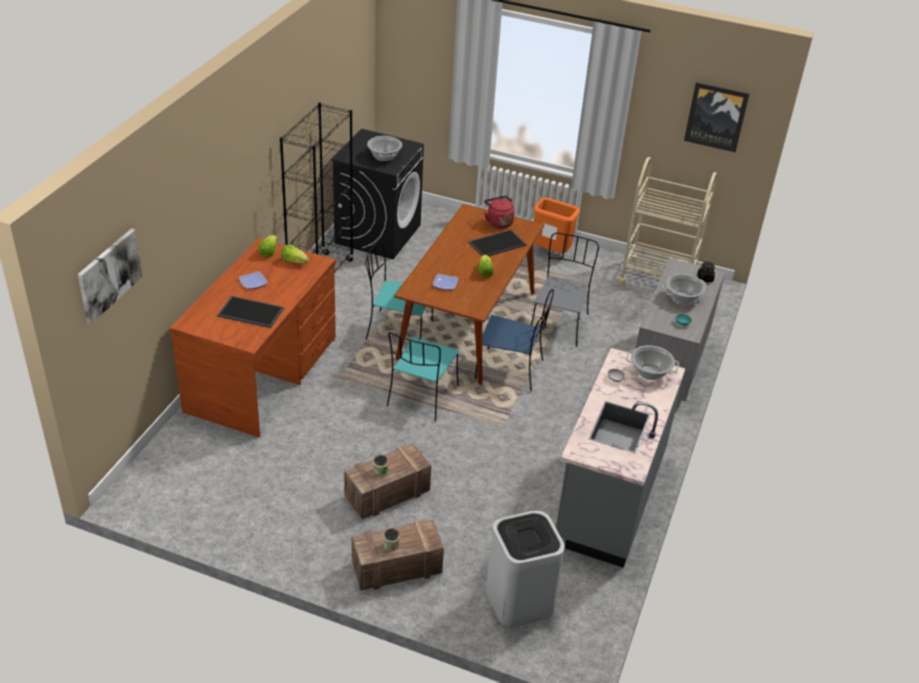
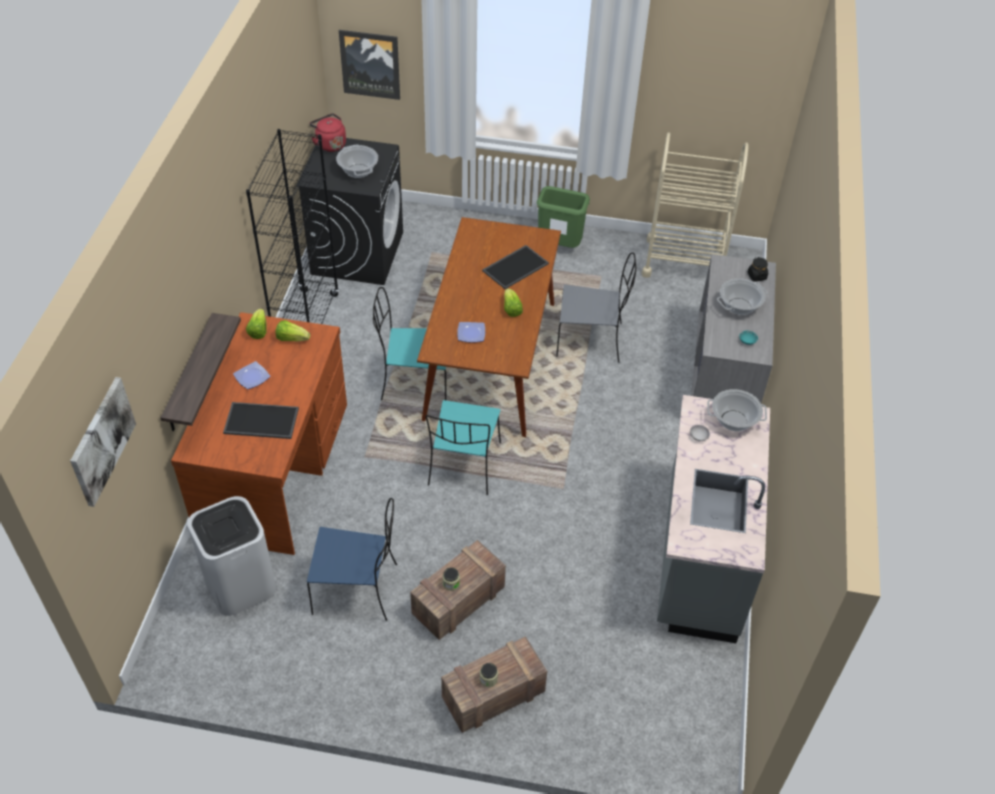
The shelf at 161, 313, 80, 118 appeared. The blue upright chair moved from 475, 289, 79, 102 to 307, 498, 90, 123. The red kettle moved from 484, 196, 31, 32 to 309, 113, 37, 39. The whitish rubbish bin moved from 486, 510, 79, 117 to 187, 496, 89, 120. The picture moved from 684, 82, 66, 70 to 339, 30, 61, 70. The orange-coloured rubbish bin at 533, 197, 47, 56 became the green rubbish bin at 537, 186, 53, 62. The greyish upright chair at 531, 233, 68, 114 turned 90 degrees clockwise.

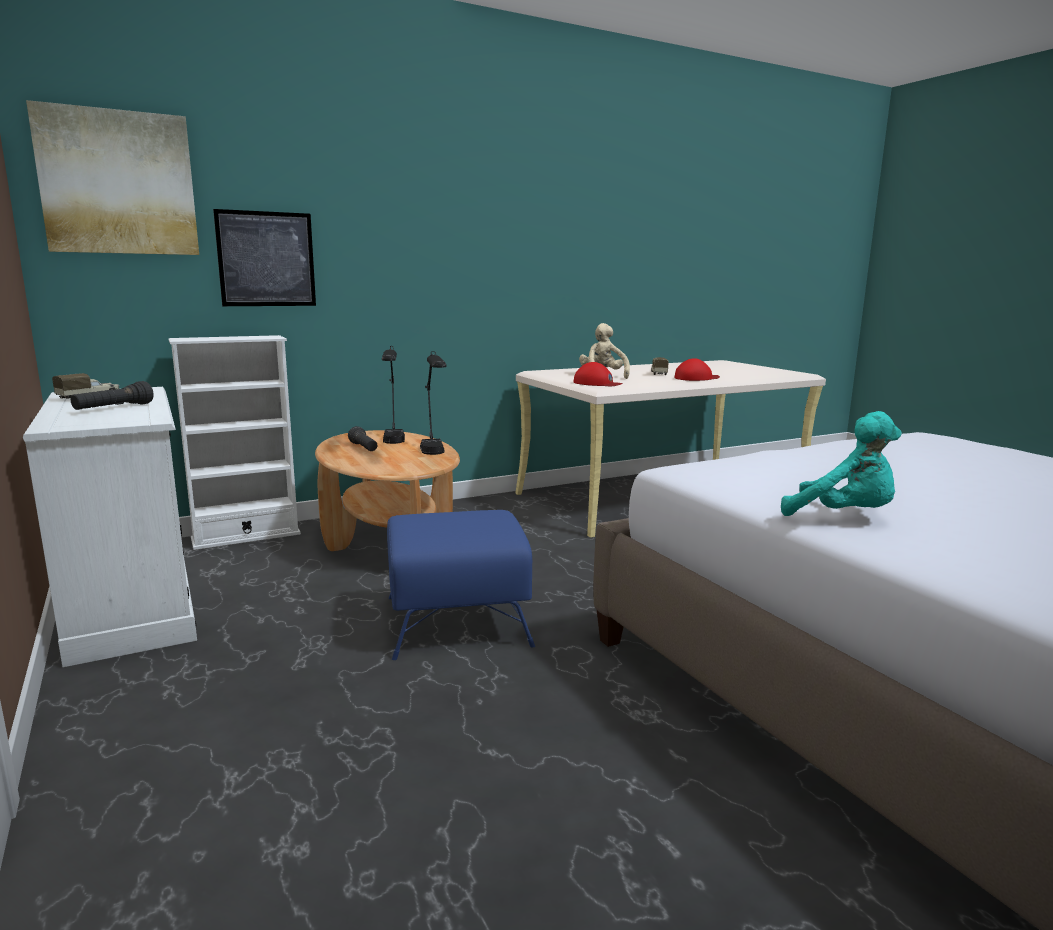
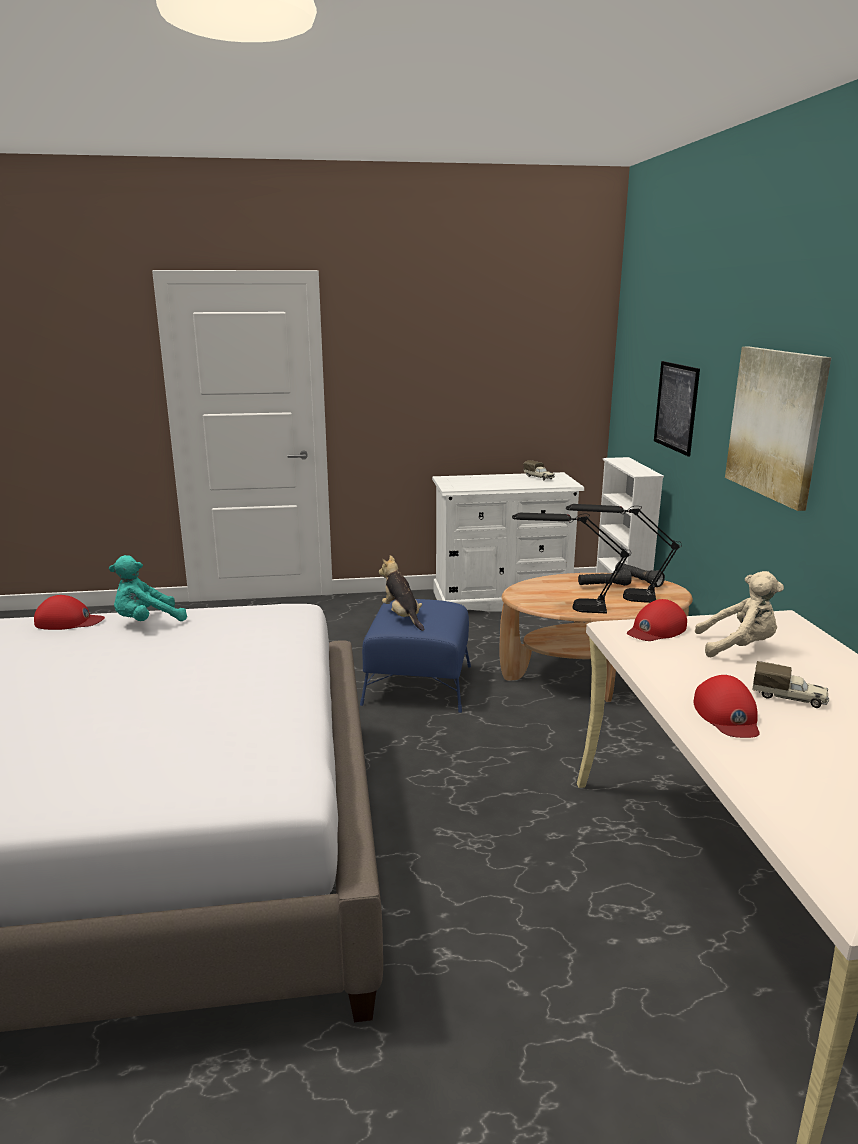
The red peaked cap at 34, 595, 71, 35 appeared. The plush toy at 379, 555, 45, 76 appeared. The picture moved from 26, 100, 173, 155 to 725, 347, 106, 164. The black-coloured torch moved from 71, 381, 83, 29 to 615, 562, 50, 25.

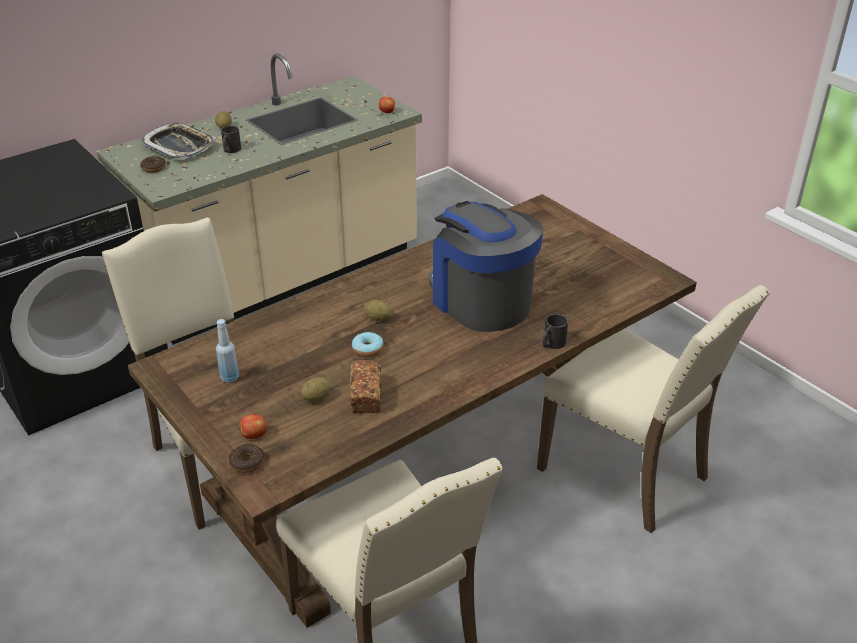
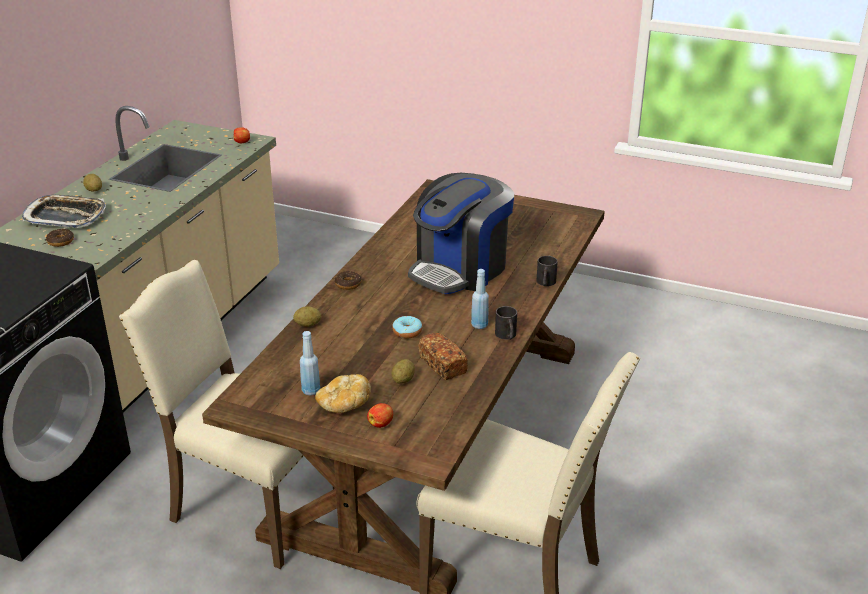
The beige-coloured upright chair at 537, 285, 233, 248 disappeared. The baked bread at 315, 374, 56, 39 appeared. The blue bottle at 471, 269, 18, 60 appeared. The black-coloured mug moved from 221, 126, 20, 27 to 495, 306, 22, 34. The donut moved from 228, 444, 37, 29 to 335, 271, 27, 19. The whole potato moved from 364, 300, 27, 21 to 293, 307, 28, 20. The coffee machine at 429, 201, 114, 131 turned 75 degrees counterclockwise.

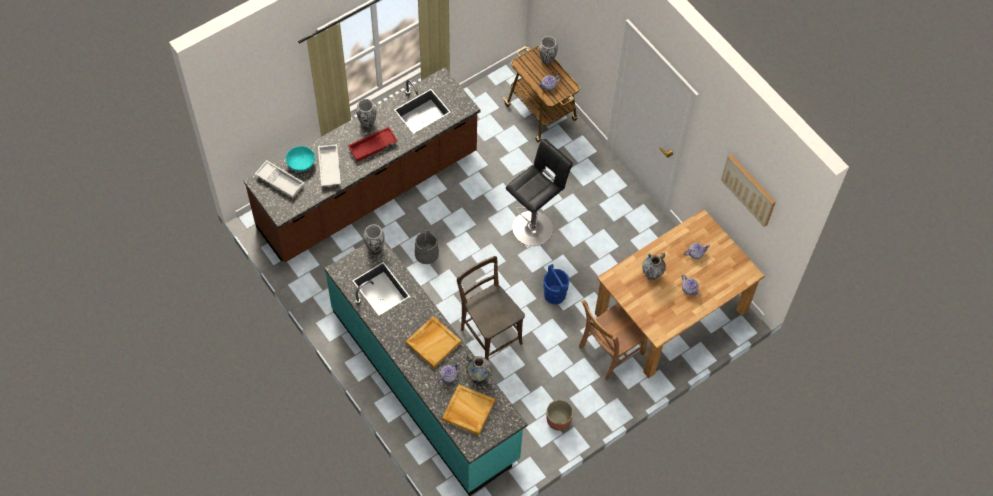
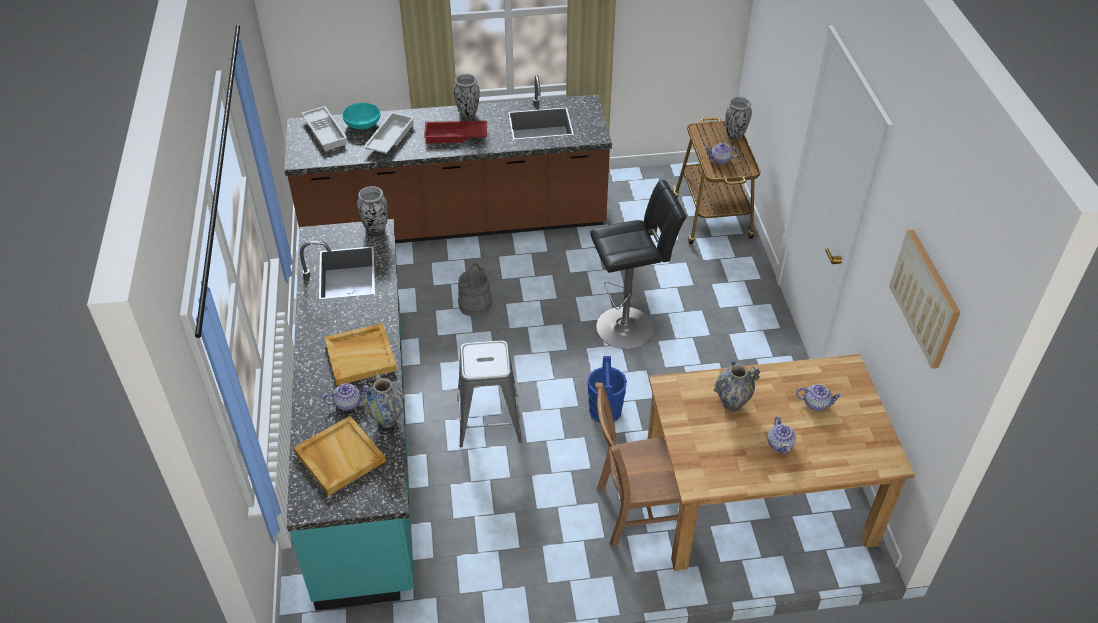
The plant pot at 546, 400, 27, 31 disappeared. The brown upright chair at 457, 256, 68, 104 was replaced by the greyish sitting stool at 457, 341, 65, 106.

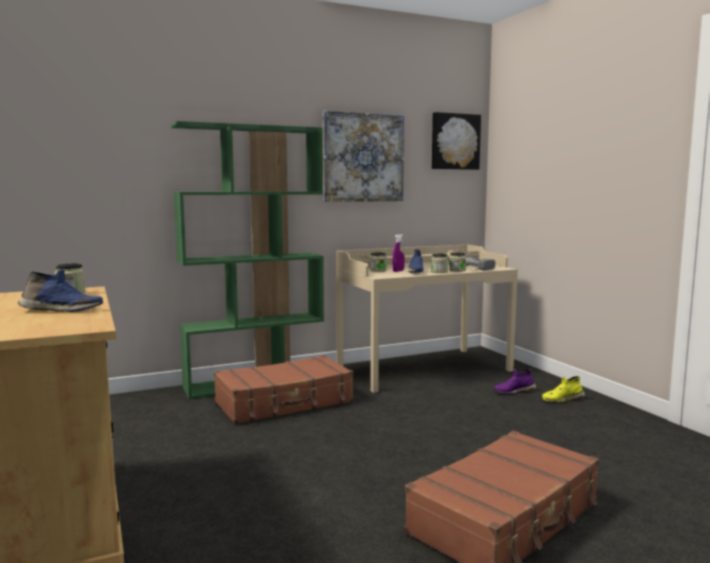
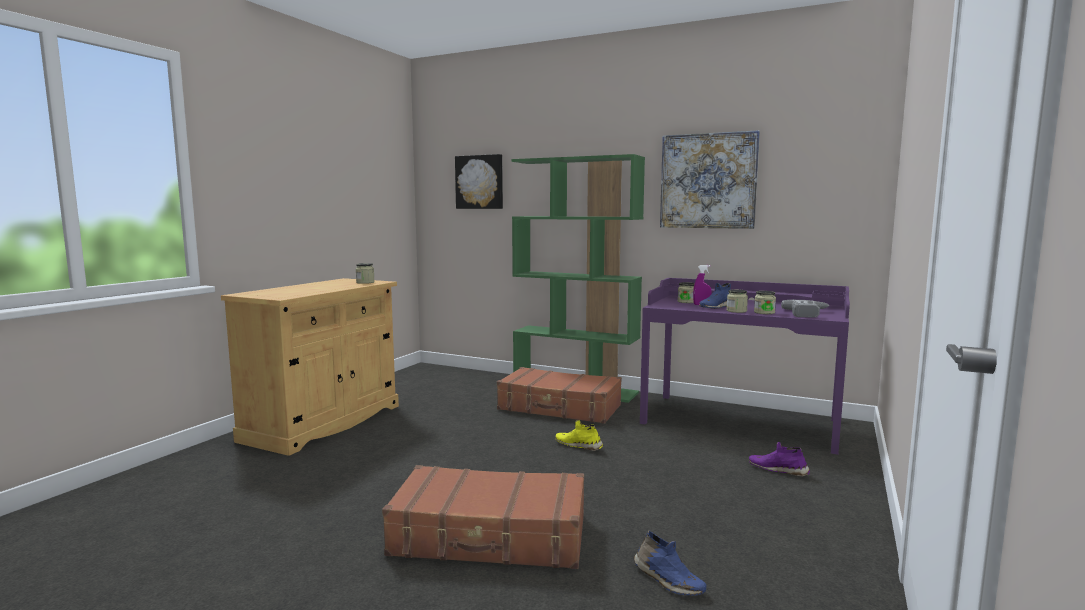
The blue low shoe moved from 18, 269, 85, 43 to 634, 531, 72, 65. The picture moved from 432, 112, 49, 58 to 455, 154, 48, 55. The yellow low shoe moved from 542, 376, 44, 26 to 556, 420, 47, 31. The beige-coloured desk at 336, 245, 182, 148 became the purple desk at 640, 278, 210, 177.

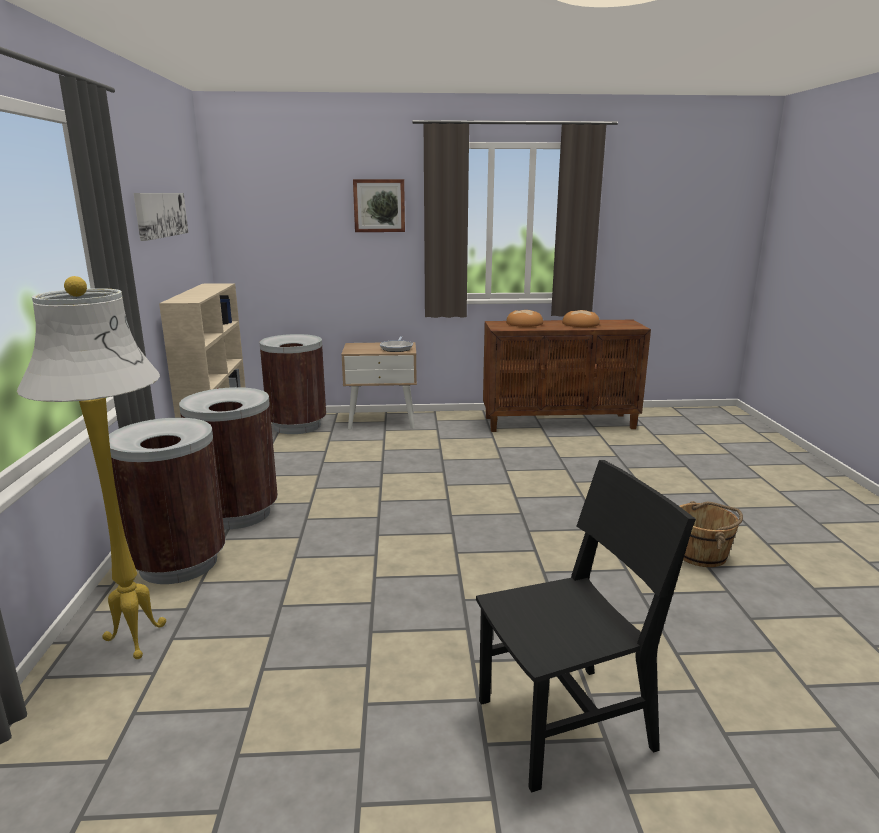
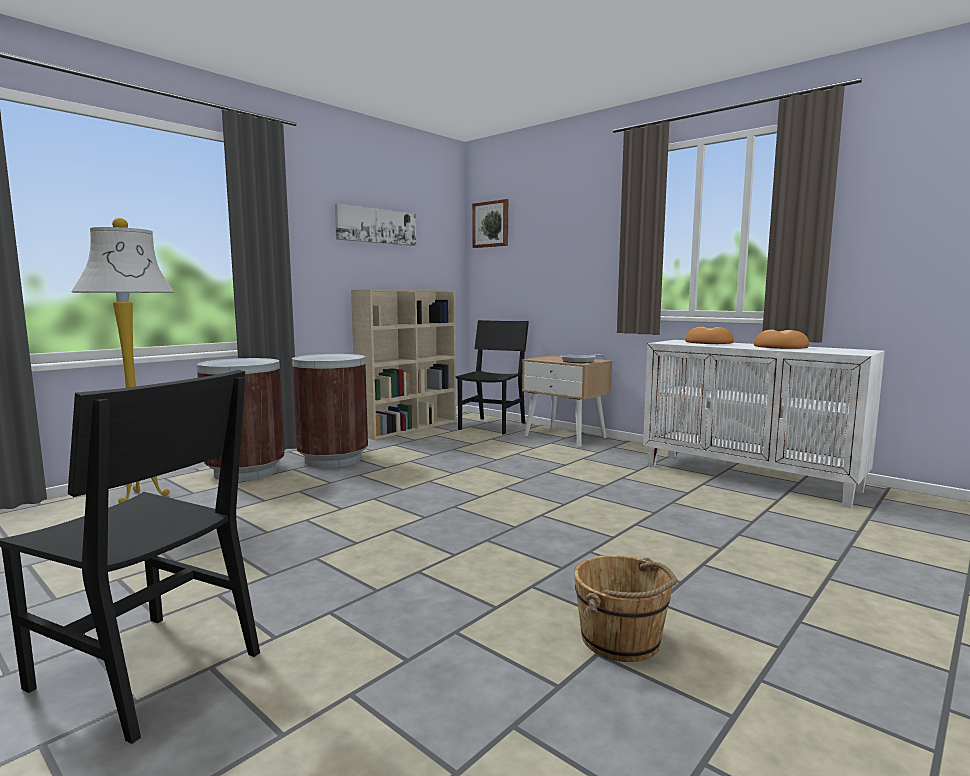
The picture moved from 353, 179, 52, 53 to 472, 199, 36, 49. The brown rubbish bin at 259, 334, 67, 100 was replaced by the black-coloured upright chair at 456, 320, 73, 115. The brown cabinet at 483, 320, 168, 112 became the whitish cabinet at 643, 340, 242, 168.

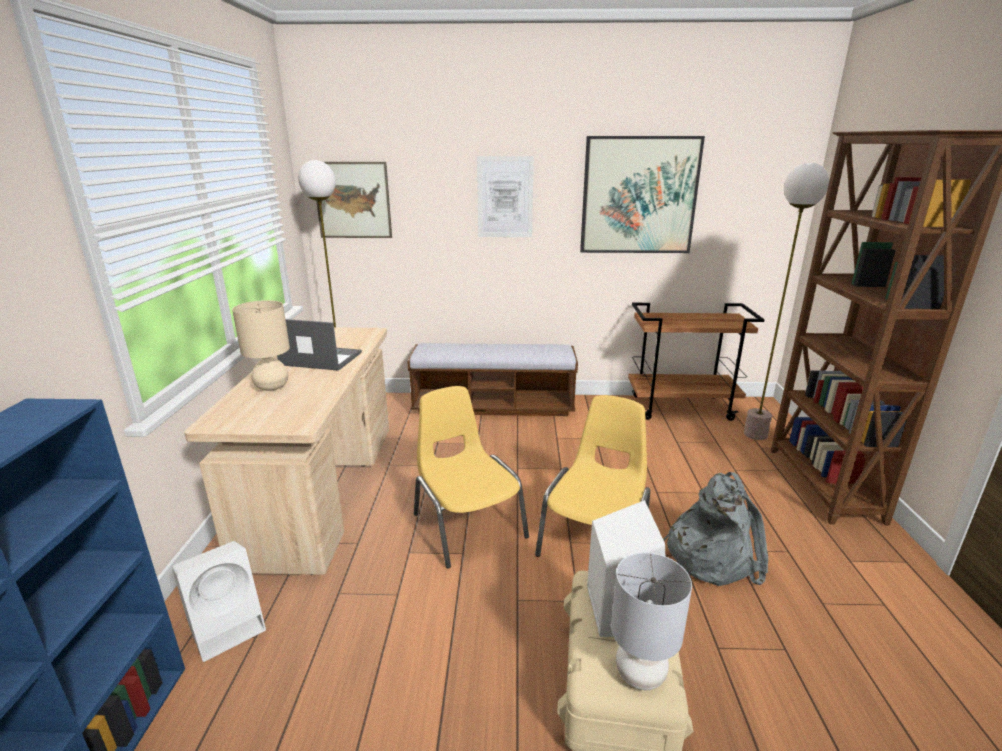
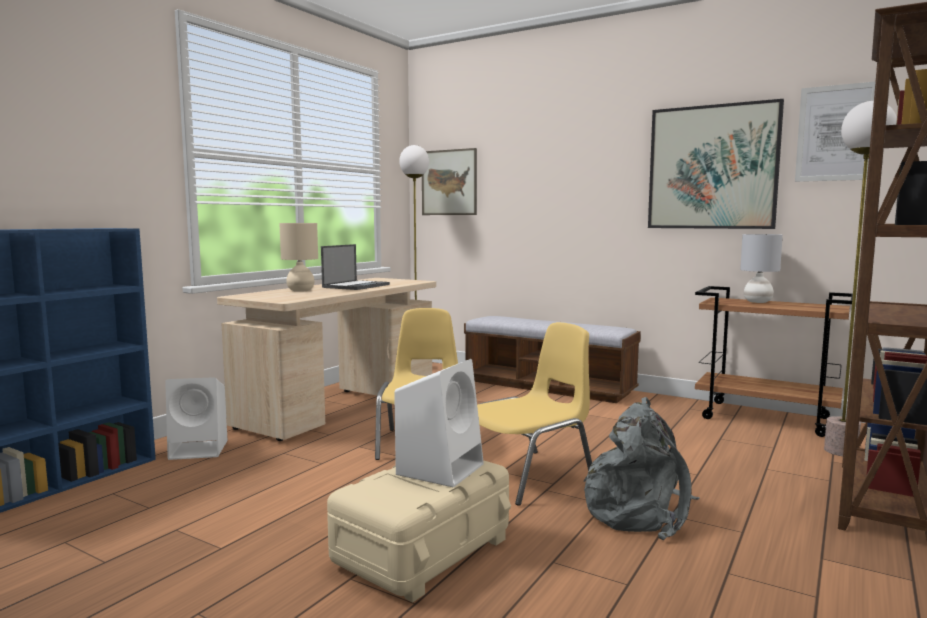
The picture moved from 477, 156, 57, 81 to 795, 81, 81, 101. The greyish tabletop lamp moved from 611, 553, 81, 137 to 740, 234, 43, 69. The notebook computer at 277, 319, 85, 52 turned 75 degrees clockwise.

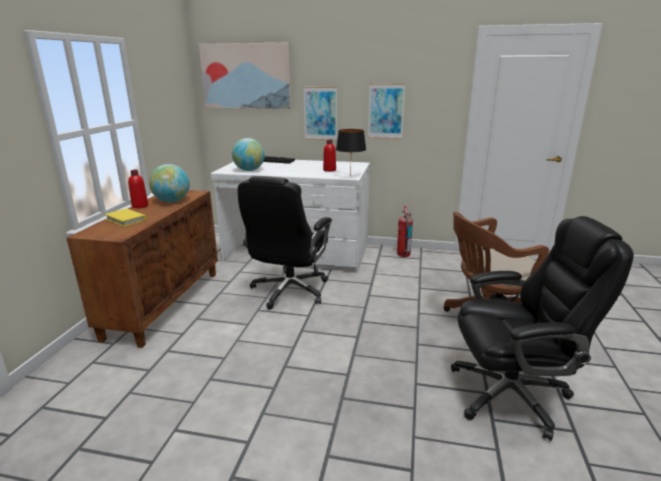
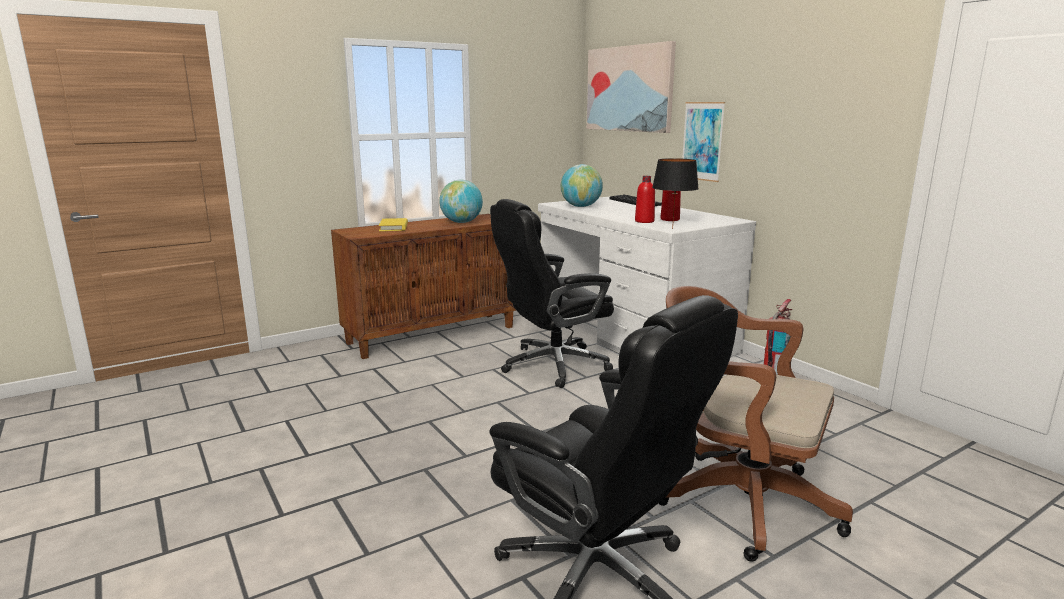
The picture at 368, 84, 37, 55 disappeared. The red bottle moved from 128, 170, 20, 38 to 635, 176, 20, 47.

